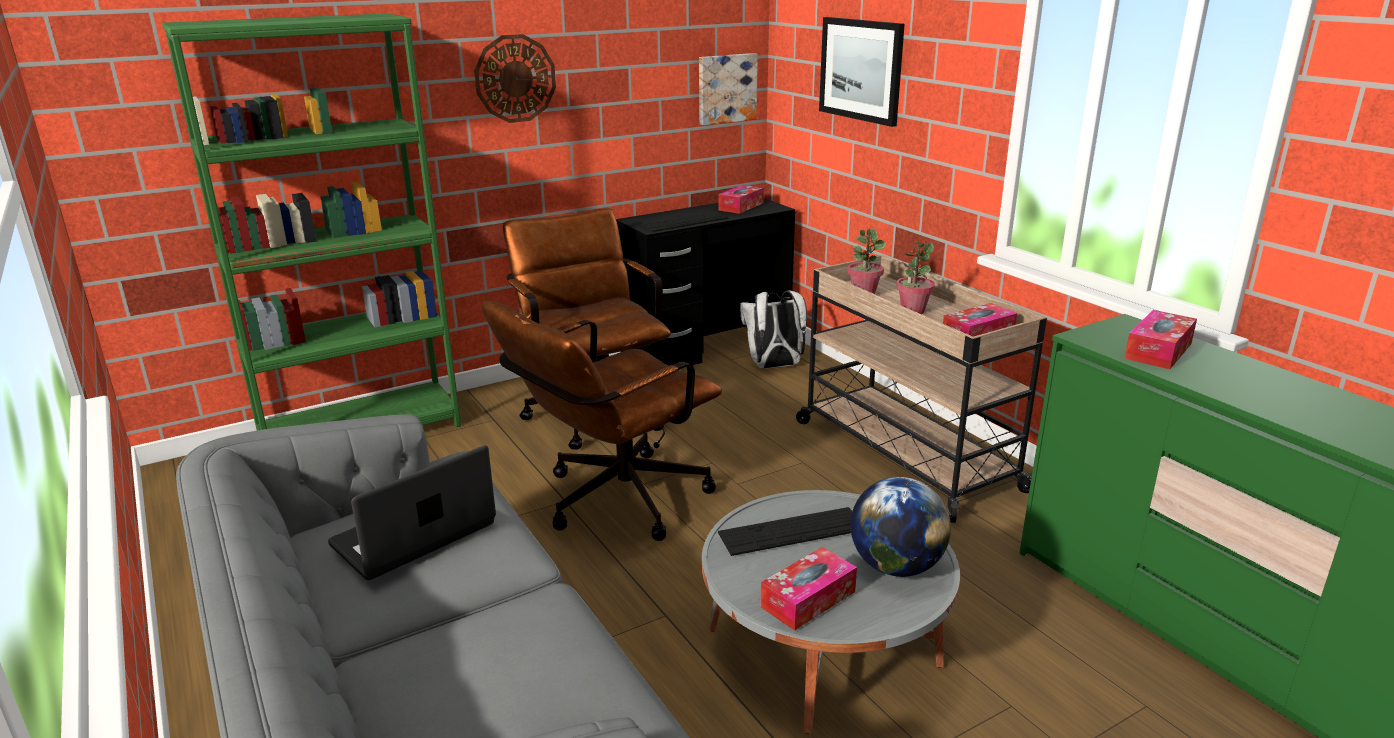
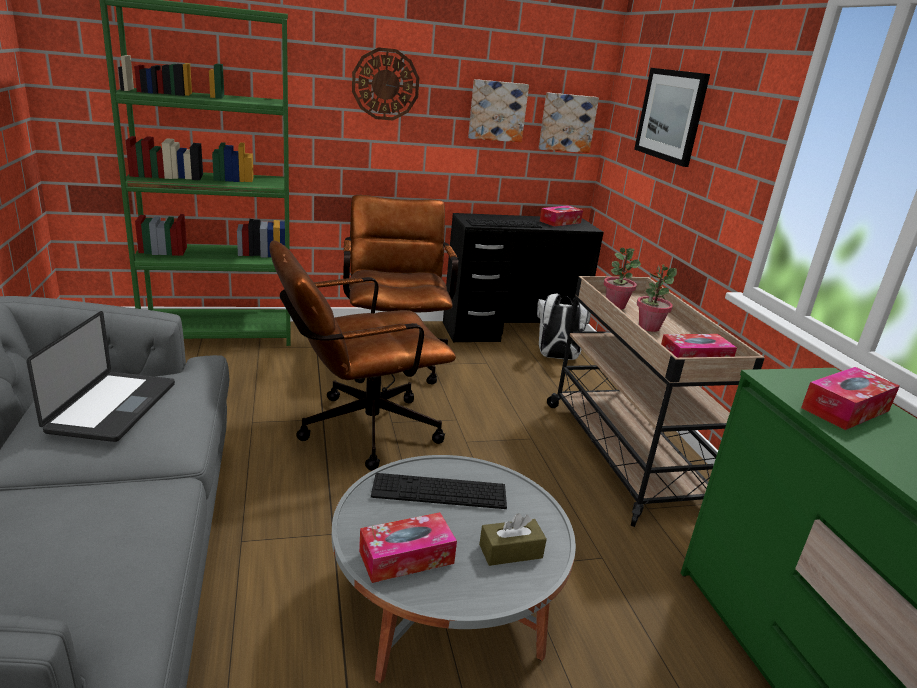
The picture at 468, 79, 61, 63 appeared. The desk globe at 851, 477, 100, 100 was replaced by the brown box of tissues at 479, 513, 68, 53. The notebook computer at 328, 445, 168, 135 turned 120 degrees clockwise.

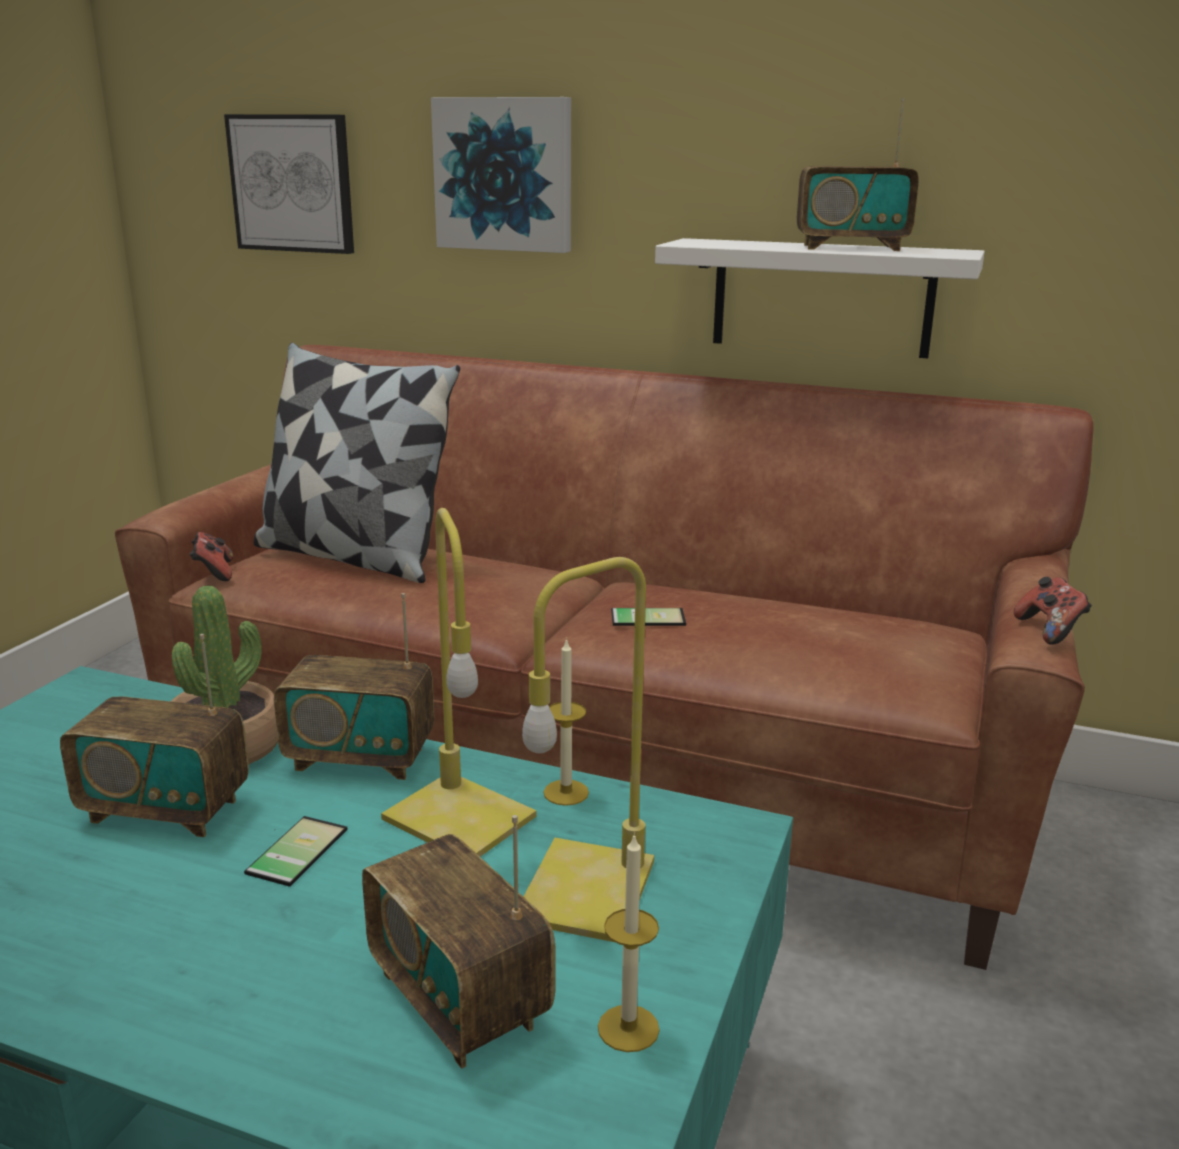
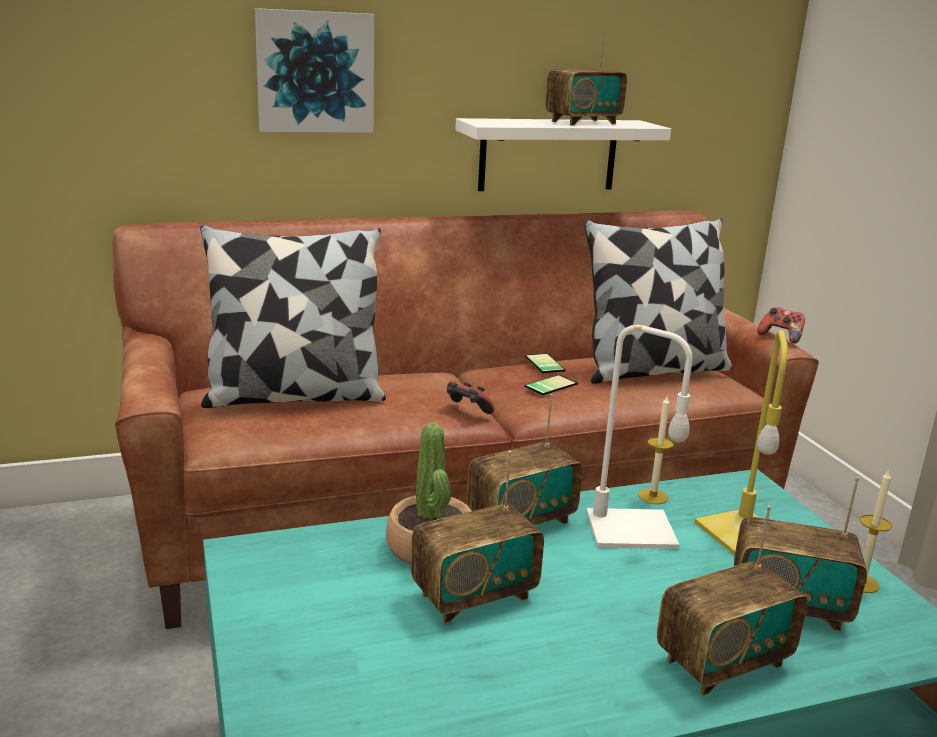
The picture at 224, 114, 130, 140 disappeared. The cushion at 584, 218, 148, 166 appeared. The radio set at 657, 506, 151, 190 appeared. The joypad moved from 189, 532, 44, 49 to 447, 381, 47, 33. The phone moved from 244, 816, 104, 71 to 525, 353, 41, 20. The yellow tabletop lamp at 381, 508, 156, 349 became the whitish tabletop lamp at 586, 325, 106, 224.

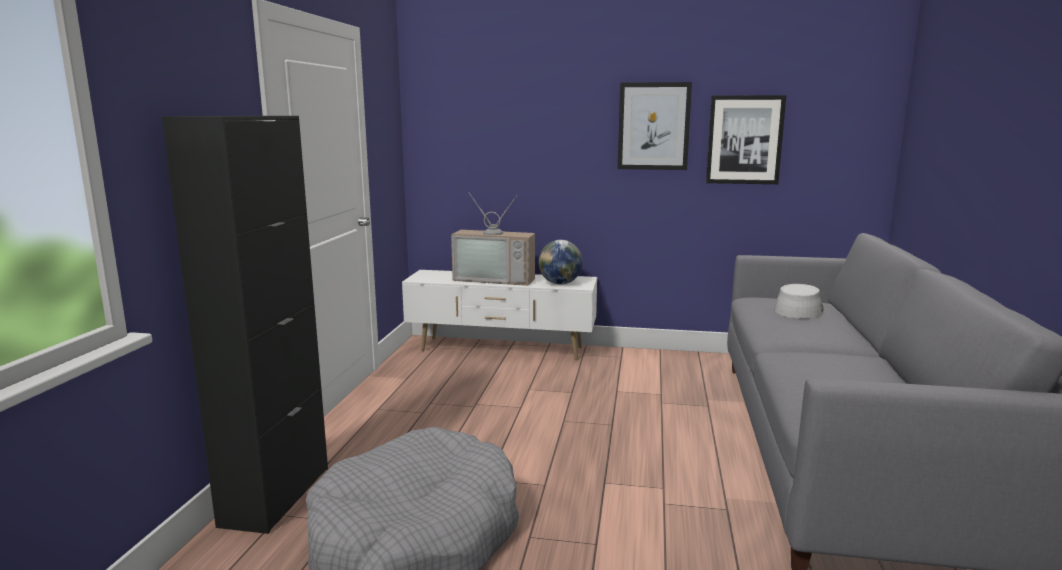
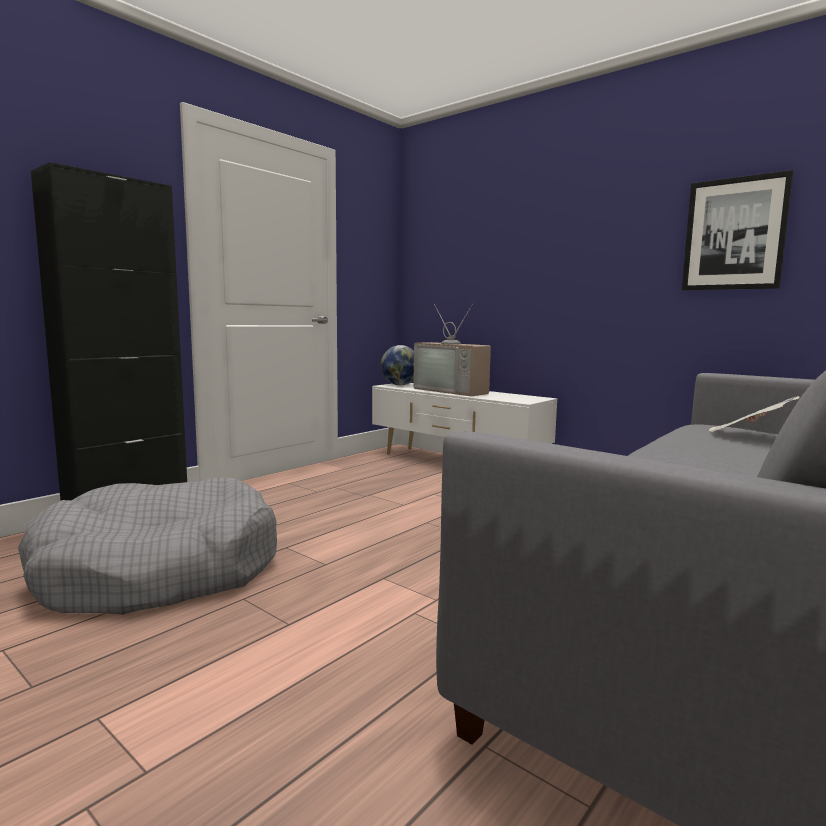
The picture at 618, 82, 74, 88 disappeared. The desk globe moved from 538, 240, 45, 45 to 381, 345, 33, 40. The greyish hat at 774, 284, 50, 35 was replaced by the printed paper at 709, 396, 91, 36.

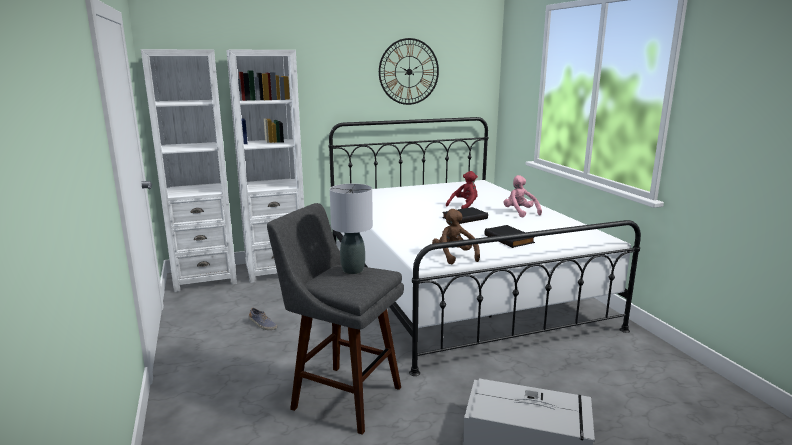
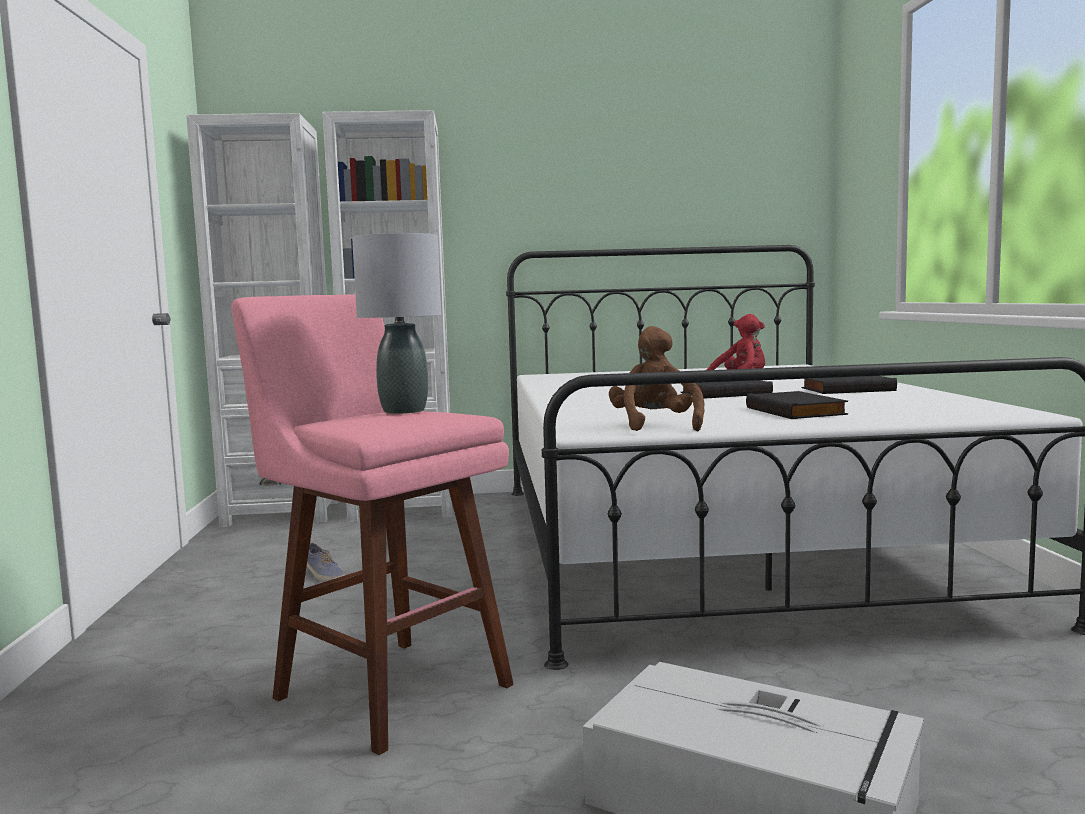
The clock on the wall at 379, 38, 60, 67 disappeared. The pink-coloured plush toy at 504, 175, 38, 42 was replaced by the black-coloured bound book at 801, 376, 96, 18. The greyish sitting stool at 267, 203, 137, 231 became the pink-coloured sitting stool at 231, 295, 283, 460.

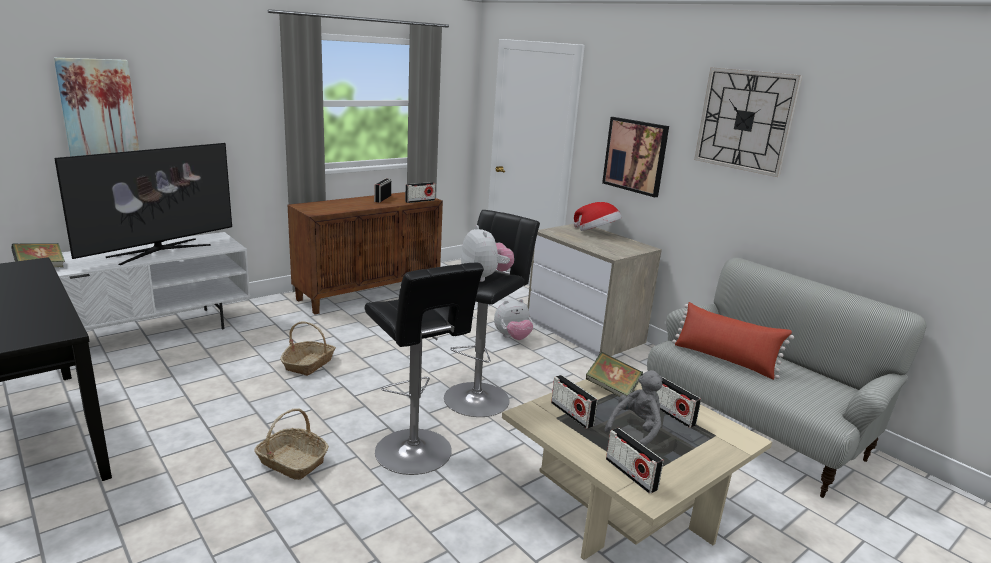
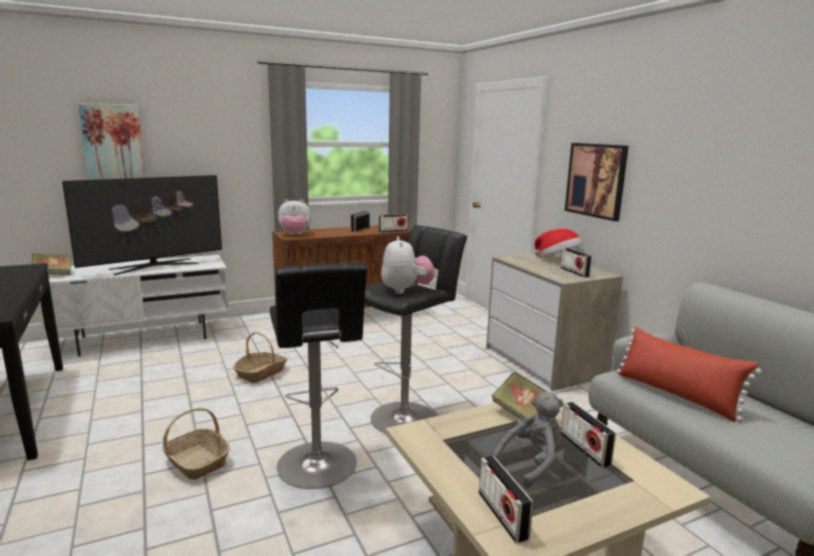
The clock on the wall at 694, 67, 108, 110 disappeared. The plush toy moved from 494, 299, 39, 41 to 278, 199, 33, 36. The radio set moved from 551, 375, 47, 54 to 560, 248, 32, 29.

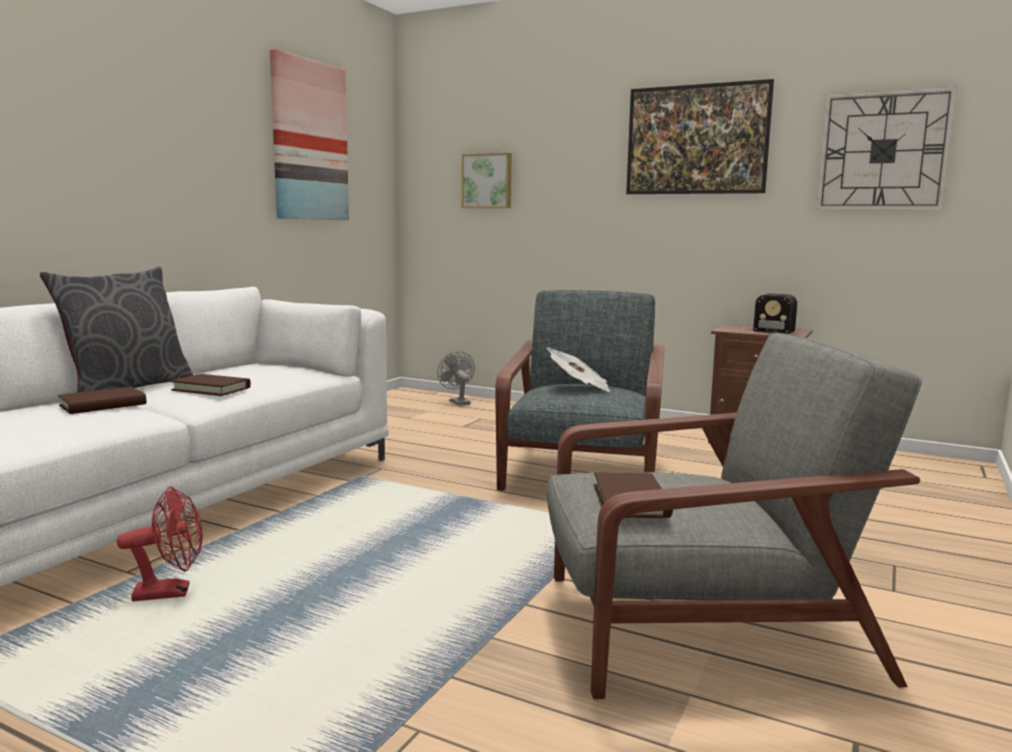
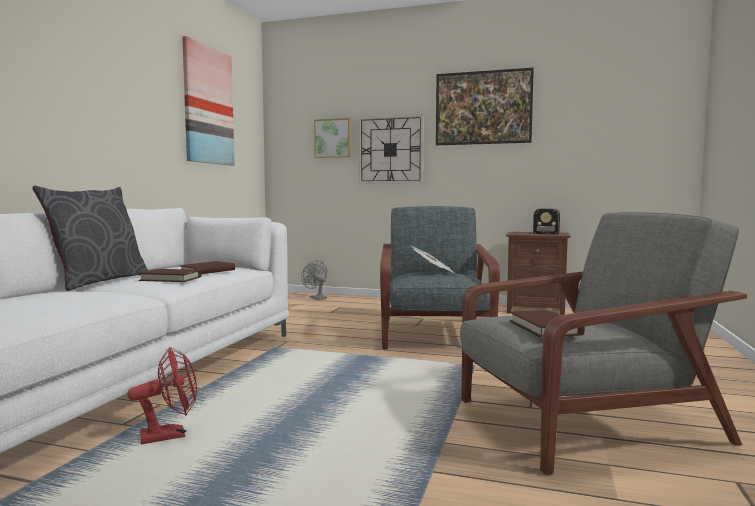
The brown bound book moved from 58, 386, 88, 28 to 179, 261, 56, 13. The clock on the wall moved from 816, 86, 141, 124 to 358, 114, 66, 70.

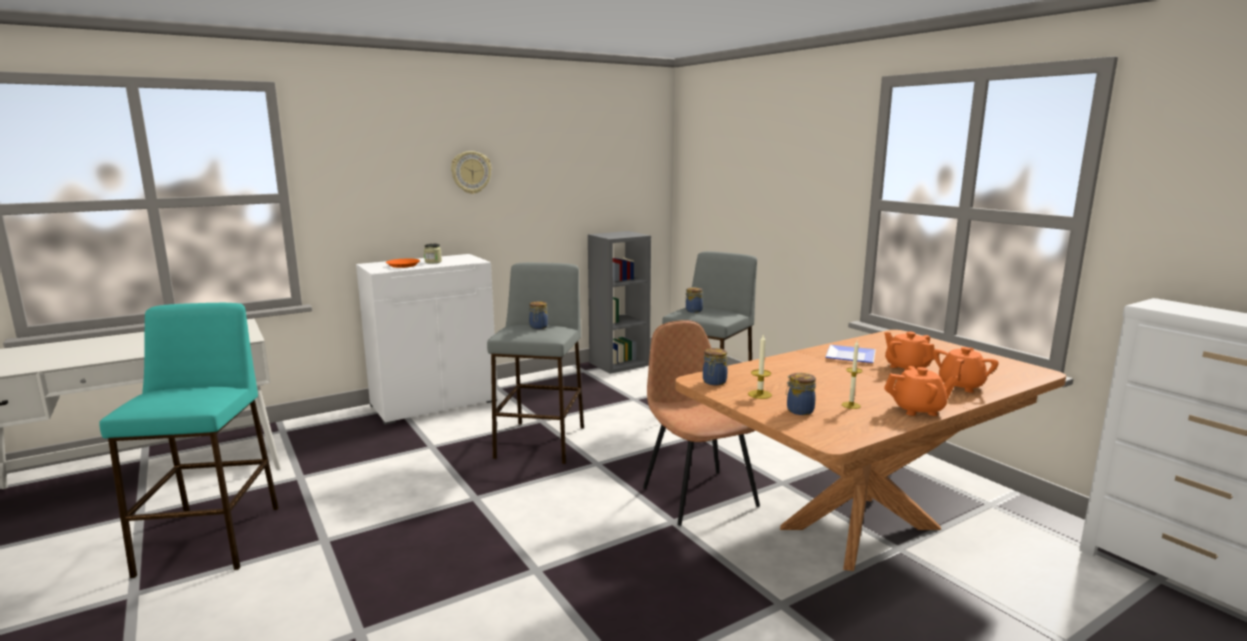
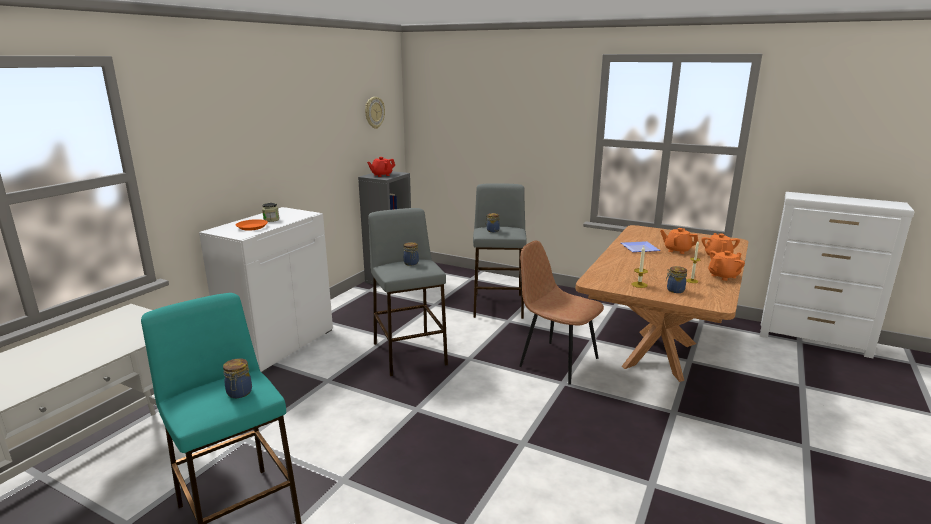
The red pot for tea at 367, 157, 28, 20 appeared. The clock on the wall moved from 451, 151, 41, 43 to 365, 97, 20, 32. The preserve jar moved from 703, 348, 24, 37 to 223, 358, 29, 40.

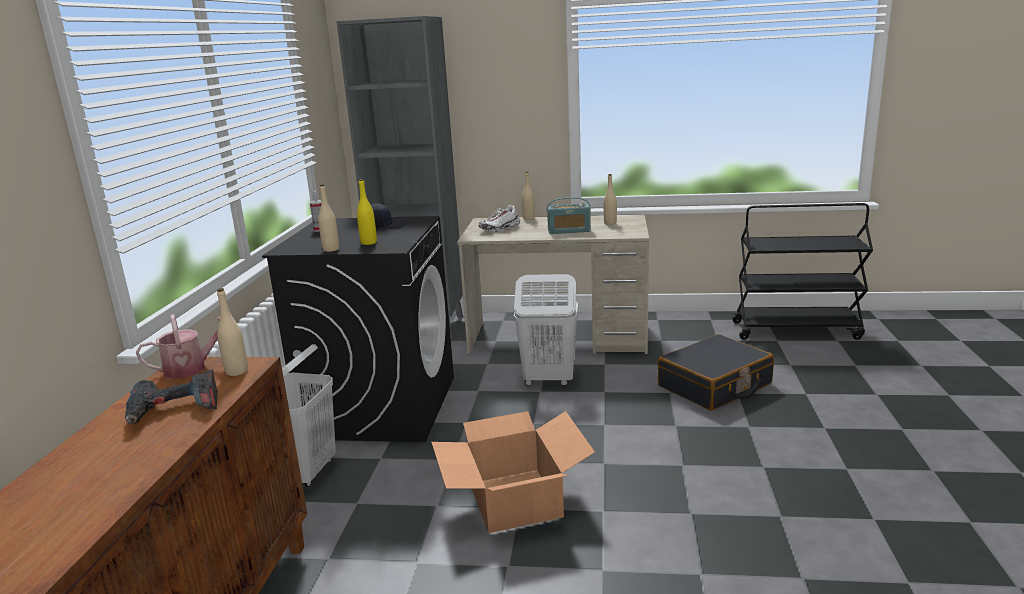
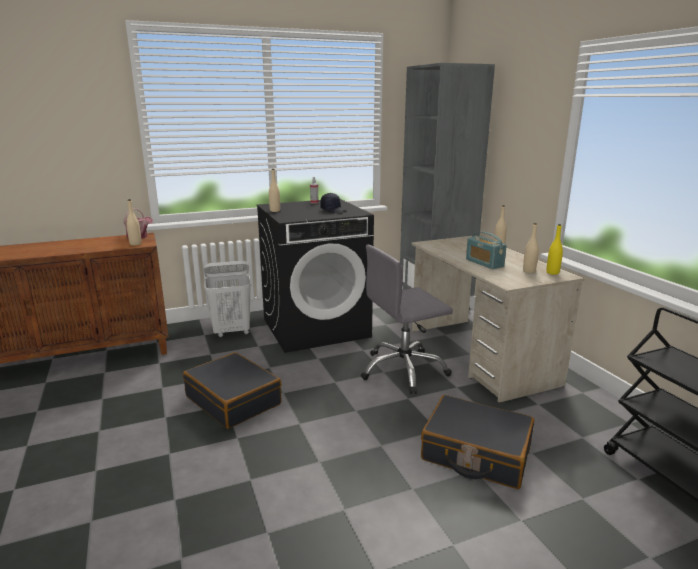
The power drill at 125, 369, 93, 55 disappeared. The whitish low shoe at 479, 205, 41, 27 disappeared. The yellow bottle moved from 357, 179, 20, 66 to 546, 224, 17, 51. The cardboard box at 431, 411, 164, 122 was replaced by the black-coloured piece of luggage at 183, 352, 99, 77. The whitish laundry basket at 514, 274, 64, 112 was replaced by the greyish desk chair at 361, 245, 92, 149.

